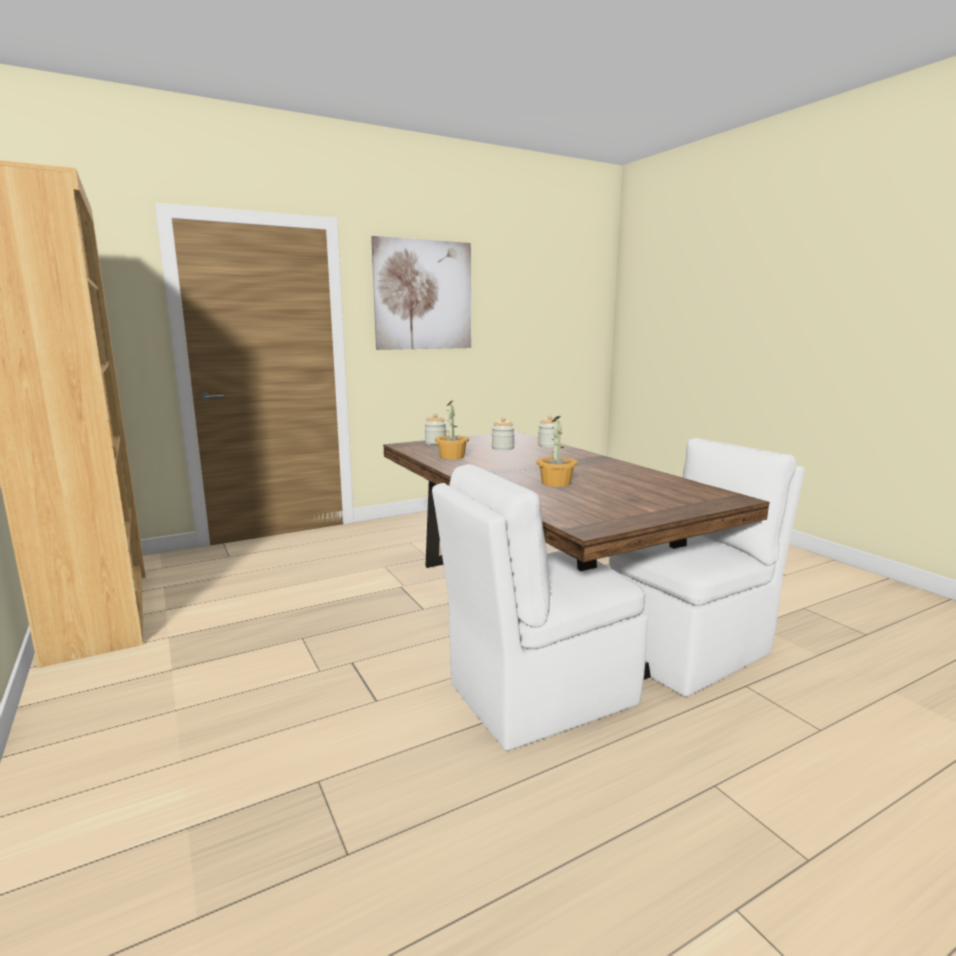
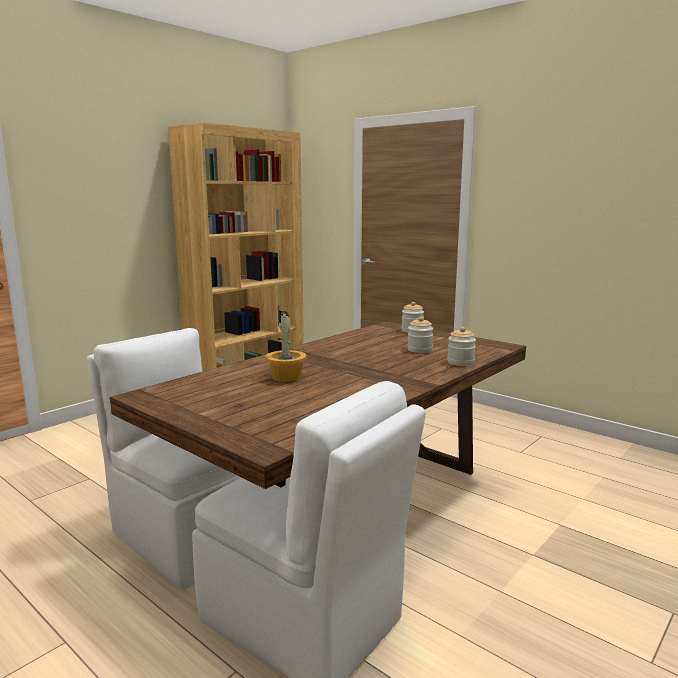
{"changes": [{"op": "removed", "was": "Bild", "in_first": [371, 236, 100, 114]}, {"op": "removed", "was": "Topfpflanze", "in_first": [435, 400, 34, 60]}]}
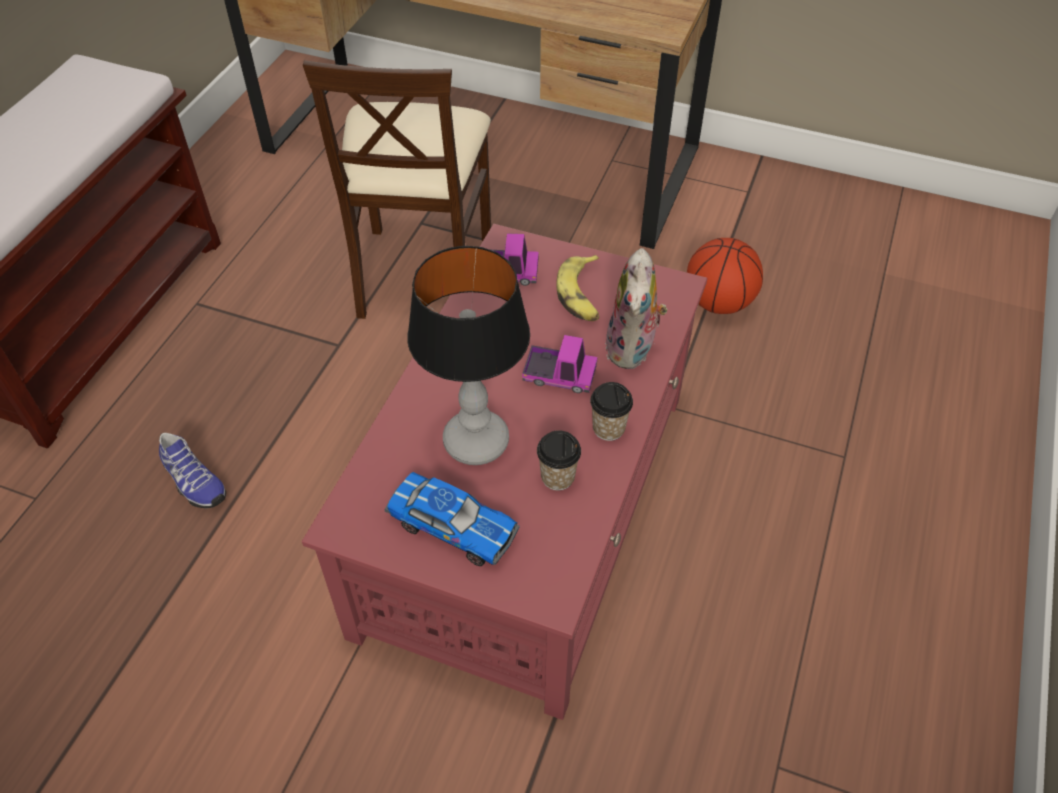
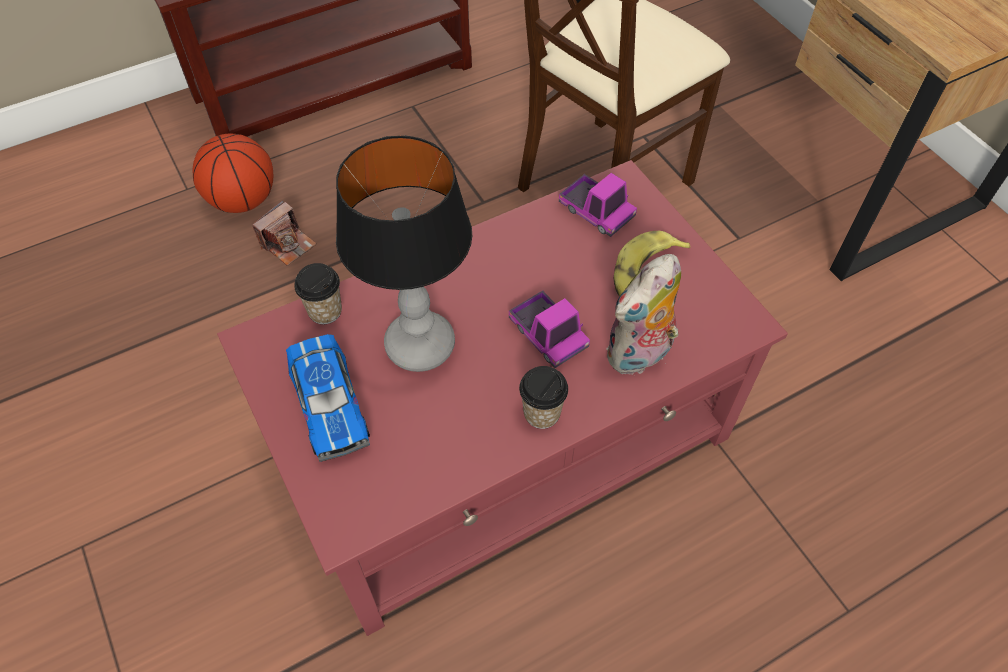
{"changes": [{"op": "moved", "was": "Basketball", "in_first": [687, 238, 76, 76], "in_second": [193, 134, 80, 79]}, {"op": "moved", "was": "Tasse", "in_first": [537, 430, 44, 61], "in_second": [294, 263, 48, 61]}, {"op": "replaced", "was": "Schuh", "now": "Kamera", "in_first": [159, 433, 67, 76], "in_second": [252, 200, 65, 66]}]}
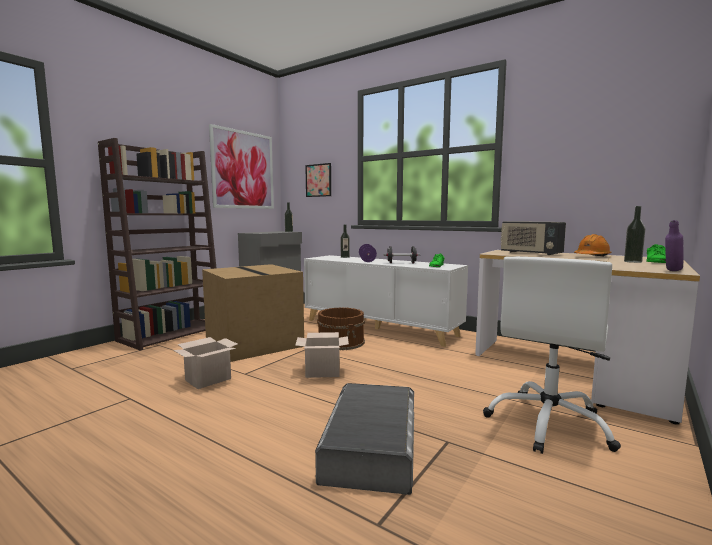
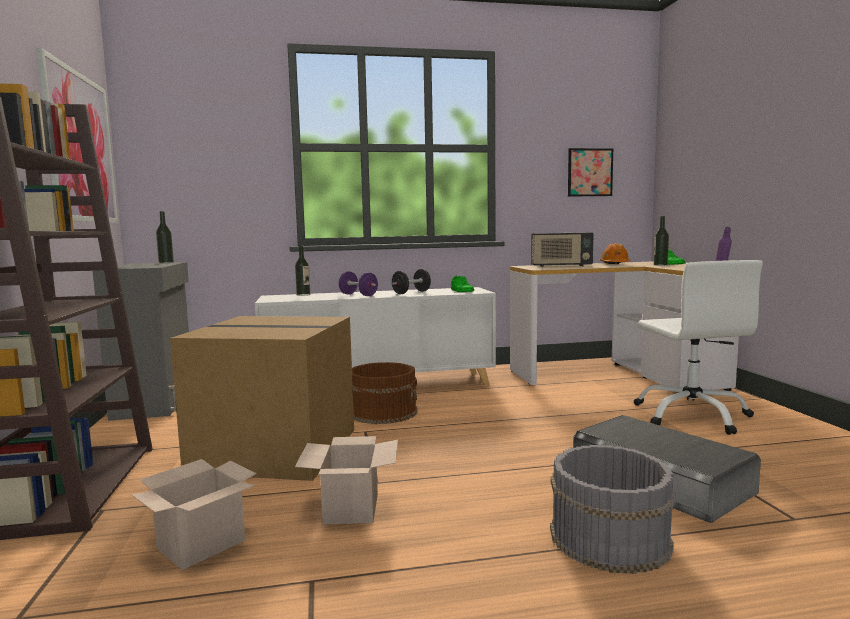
{"changes": [{"op": "moved", "was": "Bild", "in_first": [305, 163, 26, 34], "in_second": [568, 148, 45, 49]}, {"op": "moved", "was": "Karton", "in_first": [295, 332, 54, 46], "in_second": [132, 459, 125, 111]}, {"op": "added", "now": "Eimer (grau)", "in_second": [550, 445, 126, 129]}]}
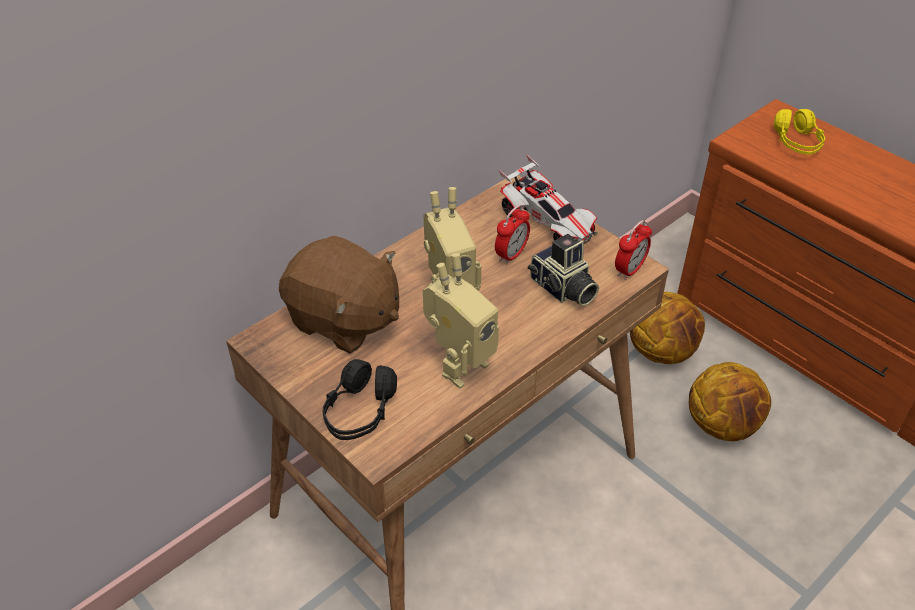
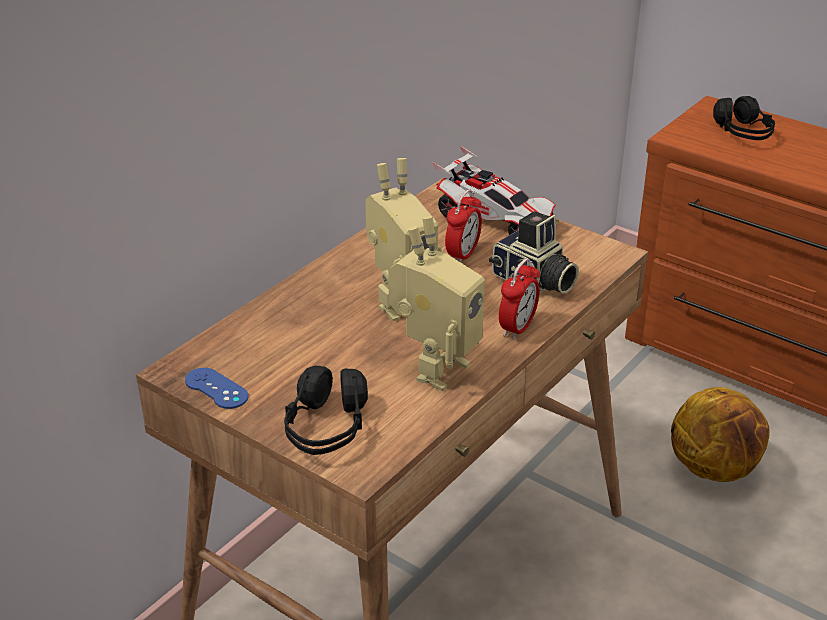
{"changes": [{"op": "recoloured", "was": "Kopfhörer (gelb)", "now": "Kopfhörer (schwarz)", "in_first": [774, 109, 51, 46], "in_second": [713, 96, 62, 44]}, {"op": "moved", "was": "Wecker", "in_first": [615, 220, 37, 60], "in_second": [499, 258, 41, 82]}, {"op": "removed", "was": "Plüschtier (braun)", "in_first": [279, 235, 120, 118]}, {"op": "removed", "was": "Basketball", "in_first": [630, 292, 75, 72]}, {"op": "added", "now": "Gamepad (blau)", "in_second": [185, 368, 64, 41]}]}
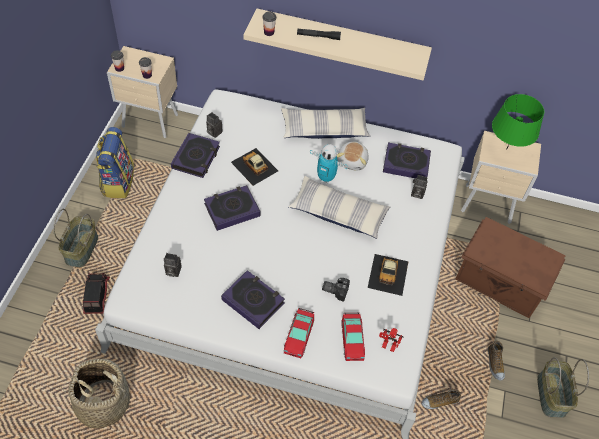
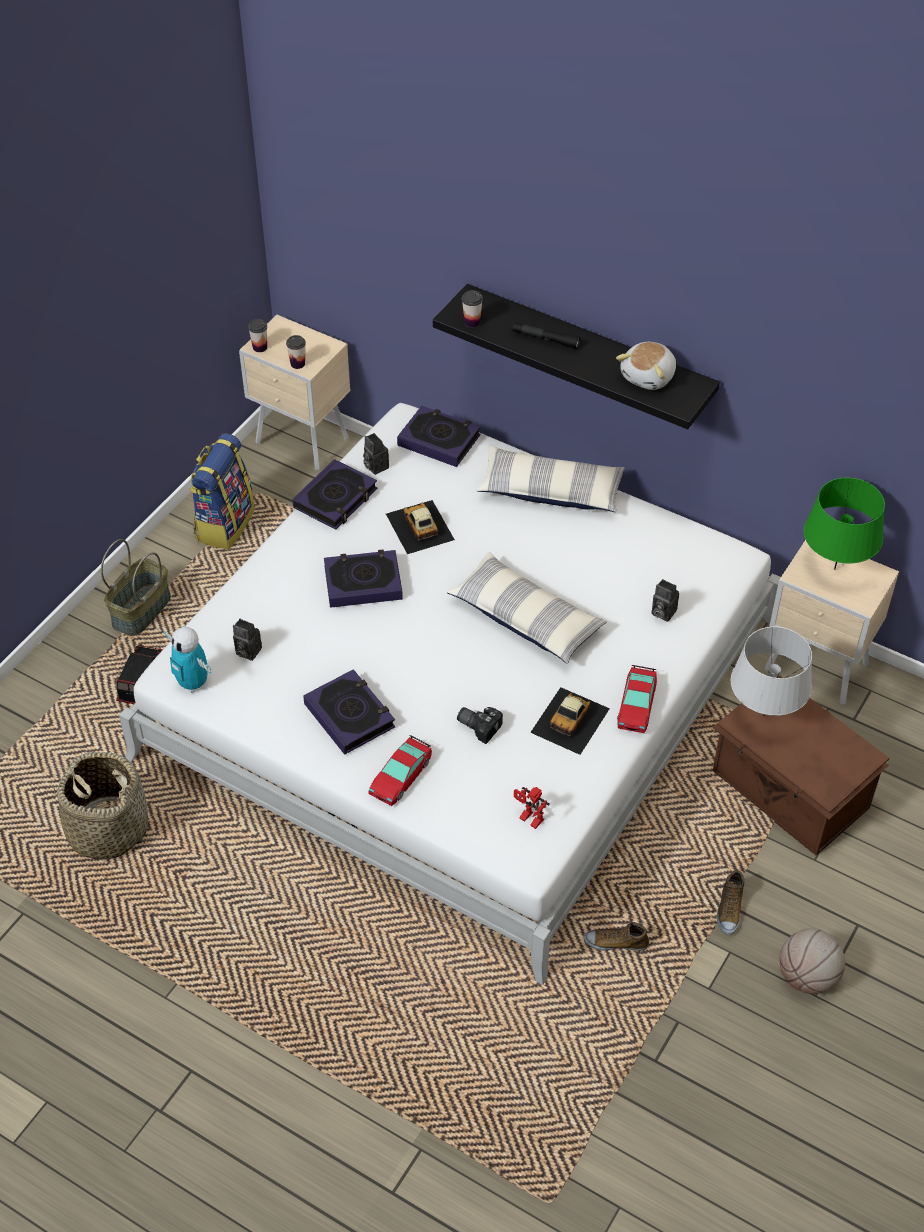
{"changes": [{"op": "recoloured", "was": "Wandregal (beige)", "now": "Wandregal (schwarz)", "in_first": [244, 8, 188, 72], "in_second": [433, 284, 287, 145]}, {"op": "moved", "was": "Plüschtier", "in_first": [337, 142, 32, 29], "in_second": [616, 342, 60, 48]}, {"op": "moved", "was": "Buch", "in_first": [383, 142, 48, 37], "in_second": [397, 406, 84, 61]}, {"op": "moved", "was": "Spielzeugroboter", "in_first": [310, 144, 38, 39], "in_second": [164, 627, 47, 66]}, {"op": "moved", "was": "Spielzeugauto", "in_first": [342, 313, 23, 48], "in_second": [617, 665, 40, 68]}, {"op": "replaced", "was": "Korb", "now": "Basketball", "in_first": [537, 357, 52, 61], "in_second": [780, 928, 65, 66]}, {"op": "added", "now": "Tischlampe (grau)", "in_second": [731, 627, 81, 89]}]}
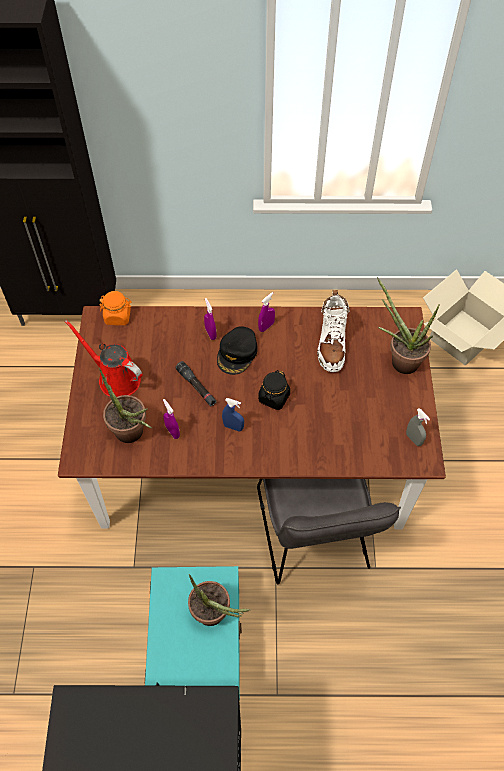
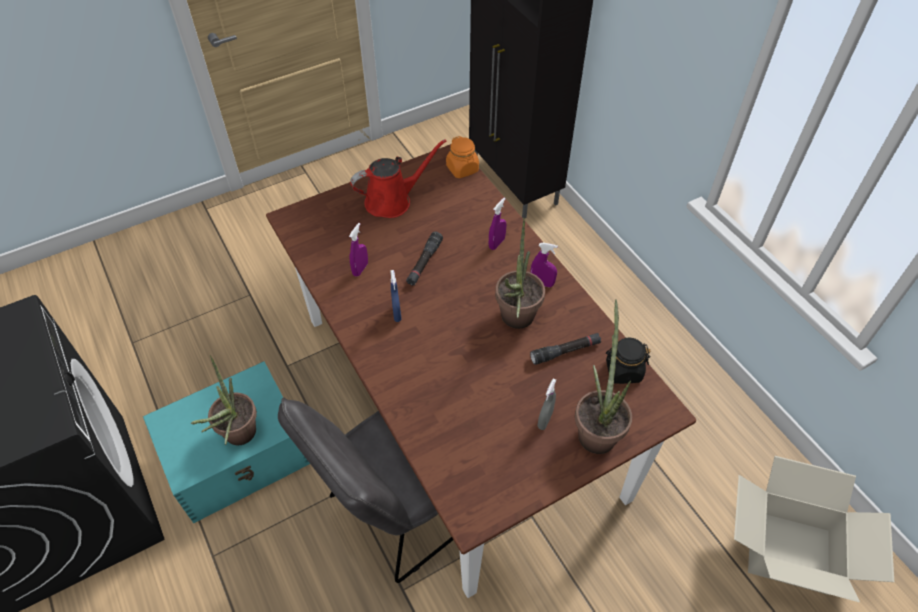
{"changes": [{"op": "replaced", "was": "Stiefel (weiß)", "now": "Taschenlampe (schwarz)", "in_first": [317, 290, 33, 82], "in_second": [530, 333, 71, 32]}, {"op": "turned", "was": "Gießkanne (rot)", "in_first": [65, 320, 78, 77], "in_second": [350, 139, 97, 79], "clockwise": 60}, {"op": "removed", "was": "Kappe (schwarz)", "in_first": [217, 327, 41, 48]}, {"op": "moved", "was": "Topfpflanze", "in_first": [99, 367, 53, 76], "in_second": [495, 217, 50, 112]}, {"op": "moved", "was": "Vorratsglas (schwarz)", "in_first": [258, 370, 32, 40], "in_second": [606, 337, 45, 47]}, {"op": "moved", "was": "Sprühflasche (grau)", "in_first": [406, 408, 24, 38], "in_second": [538, 379, 18, 51]}]}
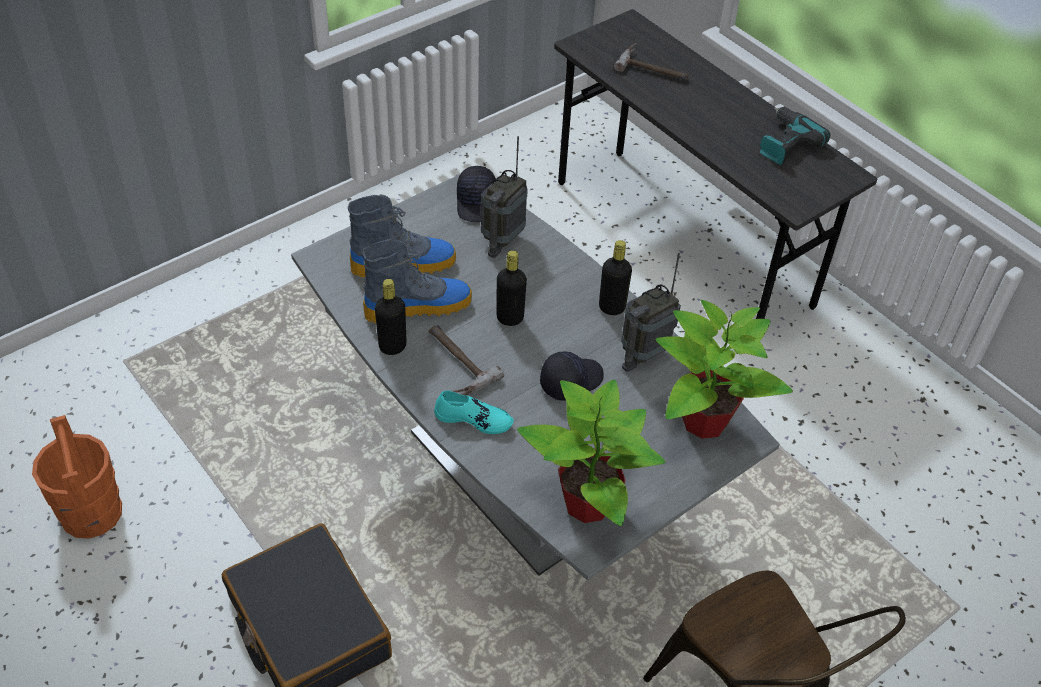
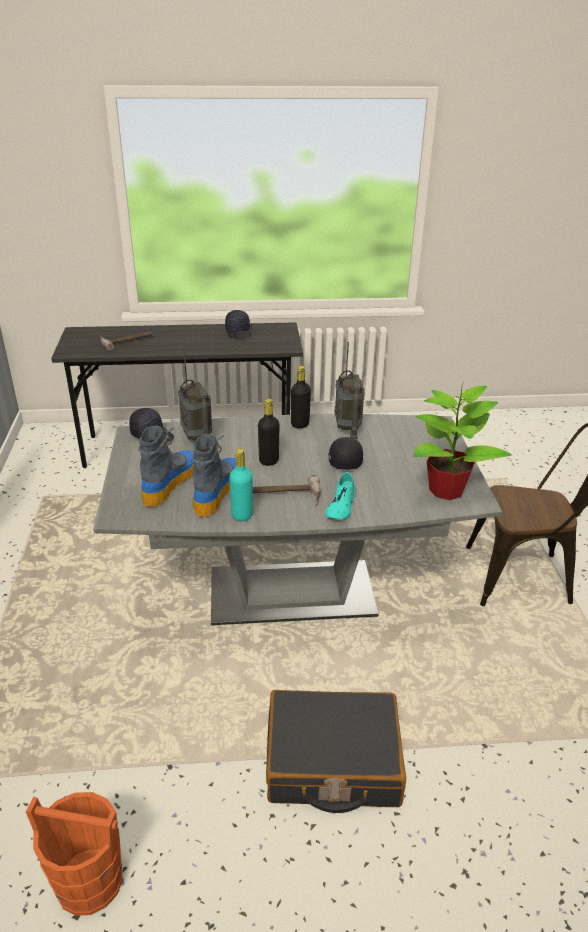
{"changes": [{"op": "replaced", "was": "Bohrmaschine", "now": "Kappe (schwarz)", "in_first": [760, 107, 70, 58], "in_second": [225, 310, 26, 28]}, {"op": "recoloured", "was": "Flasche (schwarz)", "now": "Flasche (türkis)", "in_first": [375, 279, 31, 76], "in_second": [229, 449, 24, 73]}, {"op": "removed", "was": "Topfpflanze", "in_first": [656, 300, 137, 139]}, {"op": "turned", "was": "Schuh (türkis)", "in_first": [434, 391, 80, 43], "in_second": [325, 472, 30, 48], "clockwise": 150}]}
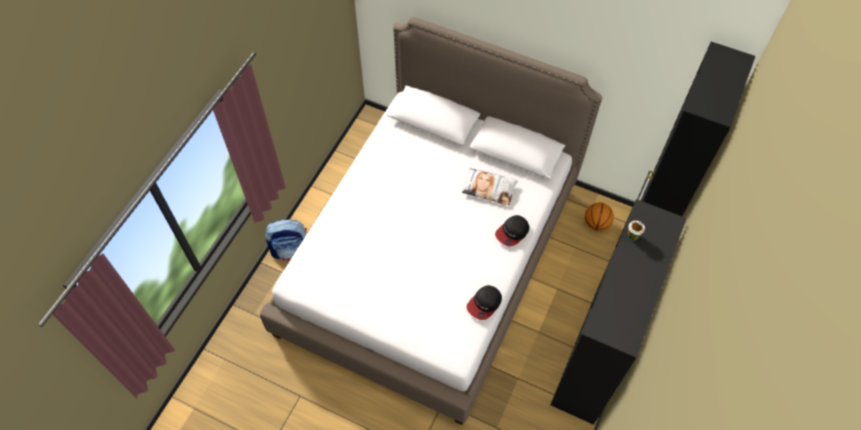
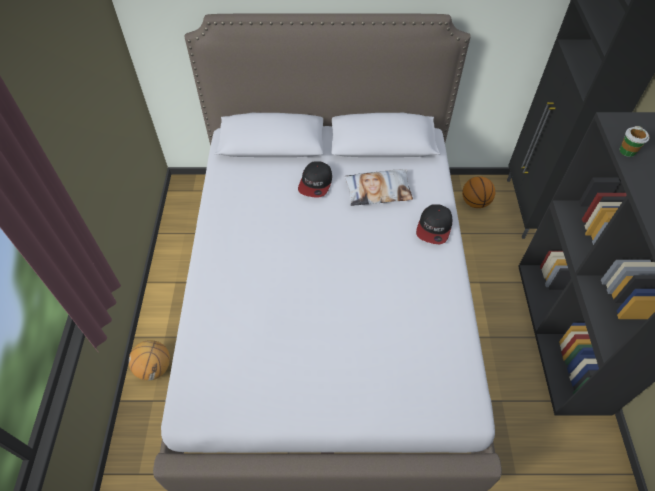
{"changes": [{"op": "replaced", "was": "Rucksack", "now": "Basketball", "in_first": [265, 220, 42, 42], "in_second": [129, 340, 41, 40]}, {"op": "moved", "was": "Kappe", "in_first": [467, 285, 35, 35], "in_second": [298, 161, 34, 37]}]}
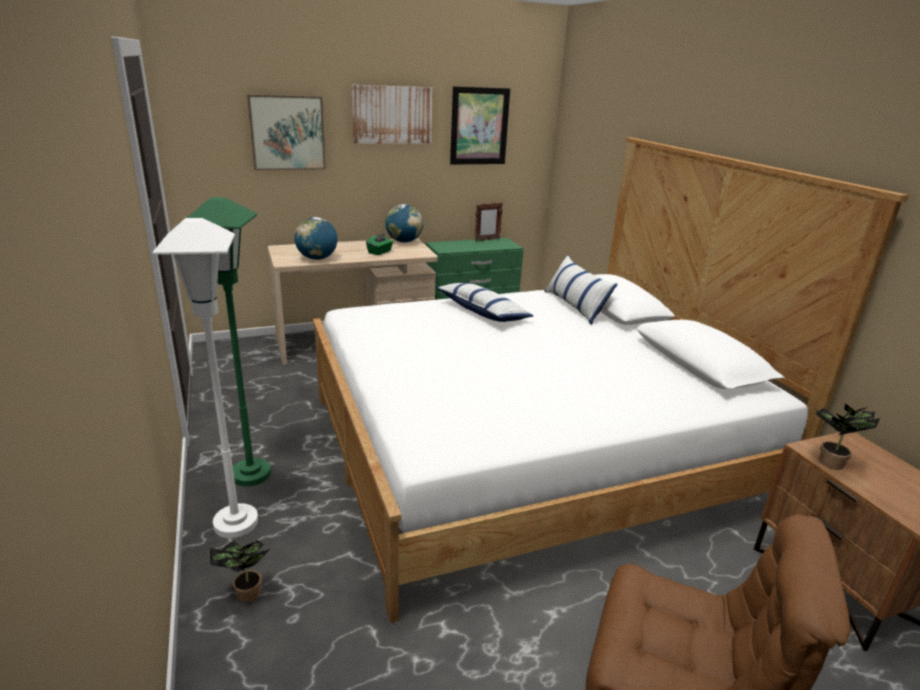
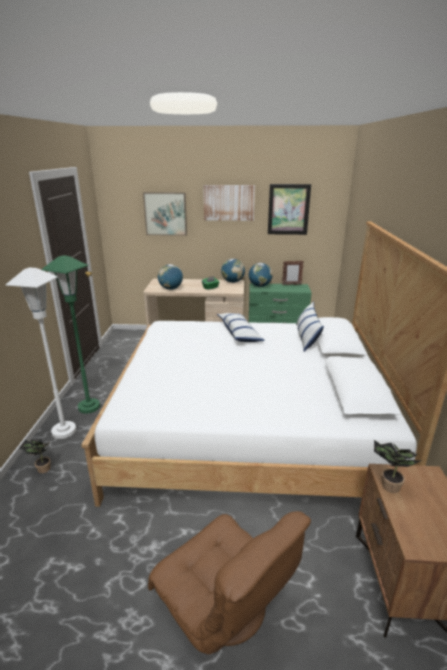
{"changes": [{"op": "added", "now": "Globus", "in_second": [249, 263, 24, 24]}]}
